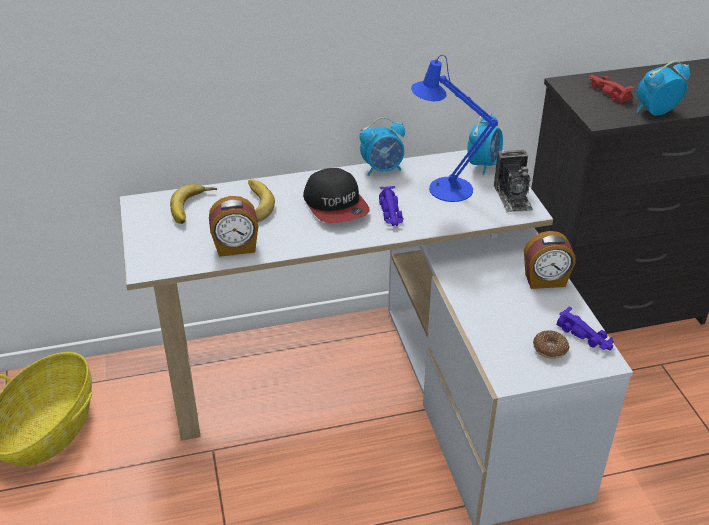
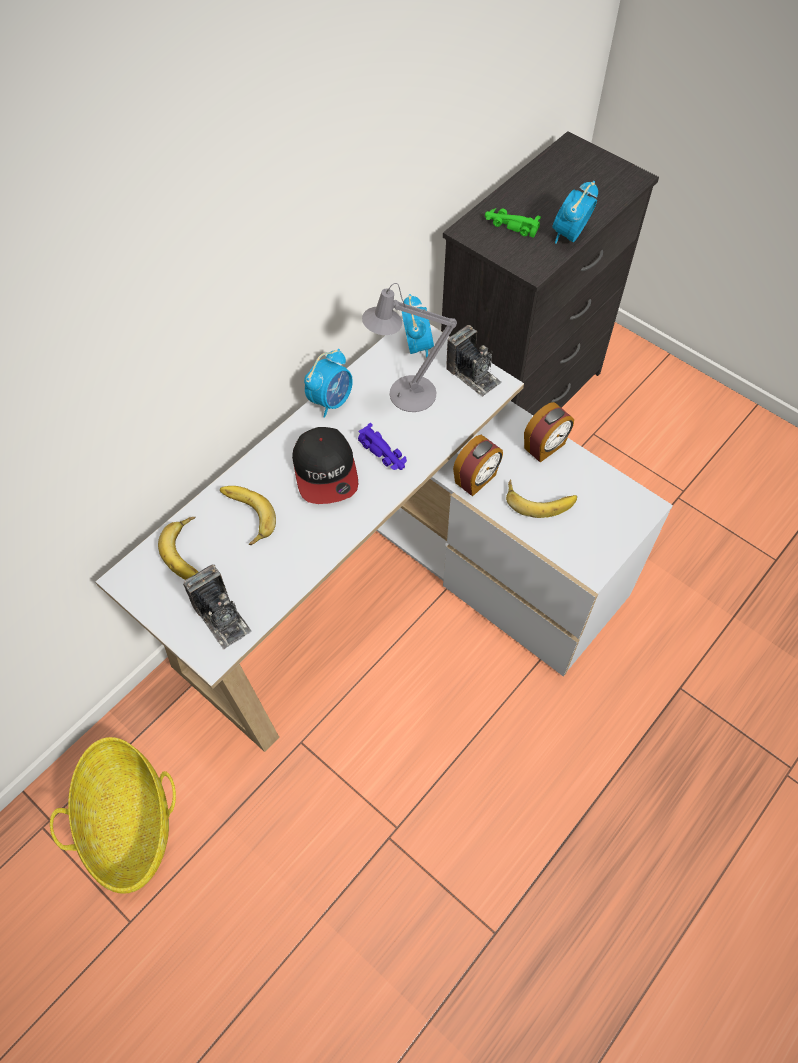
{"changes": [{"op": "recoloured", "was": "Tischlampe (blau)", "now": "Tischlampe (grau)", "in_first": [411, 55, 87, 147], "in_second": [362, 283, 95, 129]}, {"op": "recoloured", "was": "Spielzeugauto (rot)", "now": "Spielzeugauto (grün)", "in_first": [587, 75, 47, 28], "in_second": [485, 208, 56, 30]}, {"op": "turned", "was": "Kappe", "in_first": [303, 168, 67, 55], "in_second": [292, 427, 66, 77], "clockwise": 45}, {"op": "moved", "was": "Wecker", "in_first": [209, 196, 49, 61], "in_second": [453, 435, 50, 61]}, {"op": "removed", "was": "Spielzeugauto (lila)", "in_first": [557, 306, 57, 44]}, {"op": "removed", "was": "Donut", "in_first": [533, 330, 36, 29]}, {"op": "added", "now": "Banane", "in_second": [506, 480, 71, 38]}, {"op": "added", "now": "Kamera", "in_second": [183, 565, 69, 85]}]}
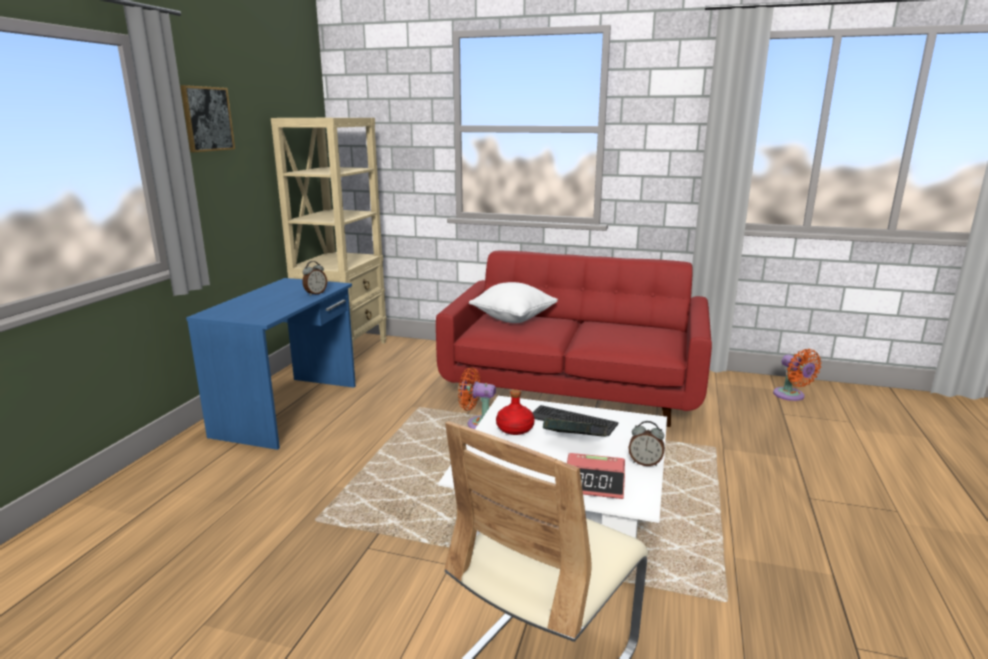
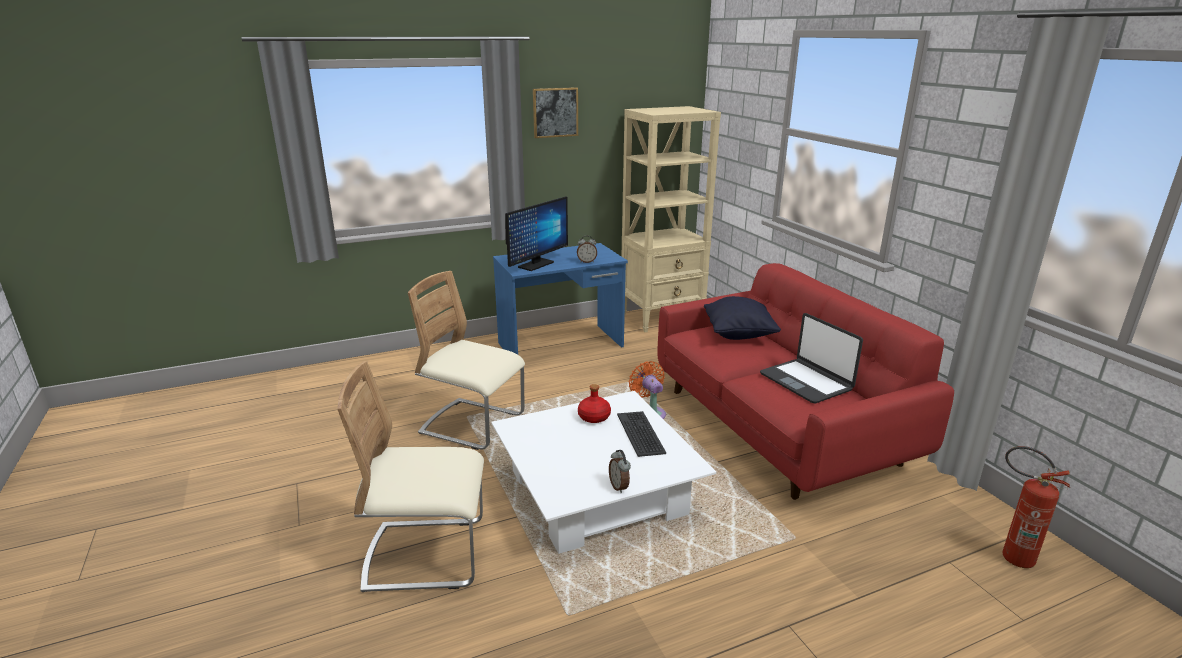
{"changes": [{"op": "recoloured", "was": "Kissen (weiß)", "now": "Kissen (schwarz)", "in_first": [469, 282, 89, 41], "in_second": [704, 296, 77, 44]}, {"op": "replaced", "was": "Ventilator (orange)", "now": "Feuerlöscher", "in_first": [773, 349, 49, 52], "in_second": [1002, 446, 68, 122]}, {"op": "removed", "was": "Buch", "in_first": [543, 418, 64, 19]}, {"op": "removed", "was": "Wecker", "in_first": [567, 453, 58, 46]}, {"op": "added", "now": "Monitor", "in_second": [505, 196, 63, 75]}, {"op": "added", "now": "Stuhl (beige)", "in_second": [408, 271, 117, 179]}, {"op": "added", "now": "Laptop", "in_second": [760, 313, 103, 90]}]}
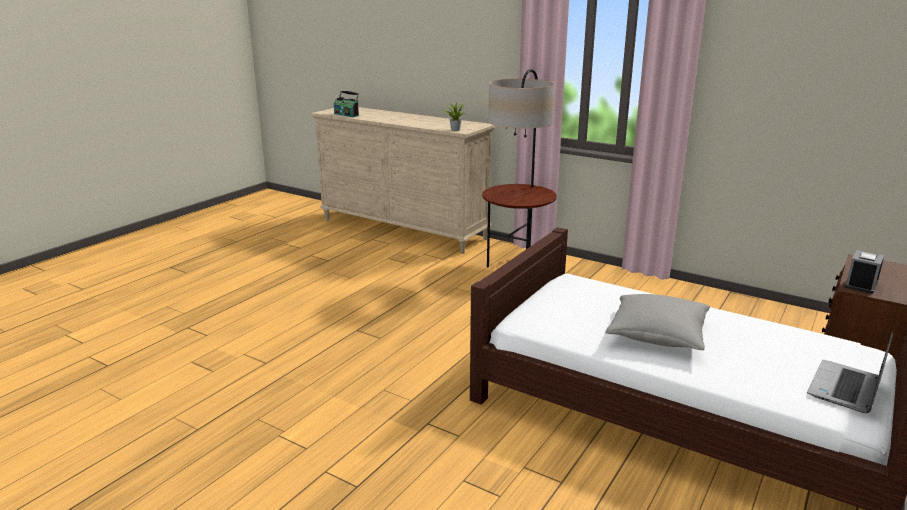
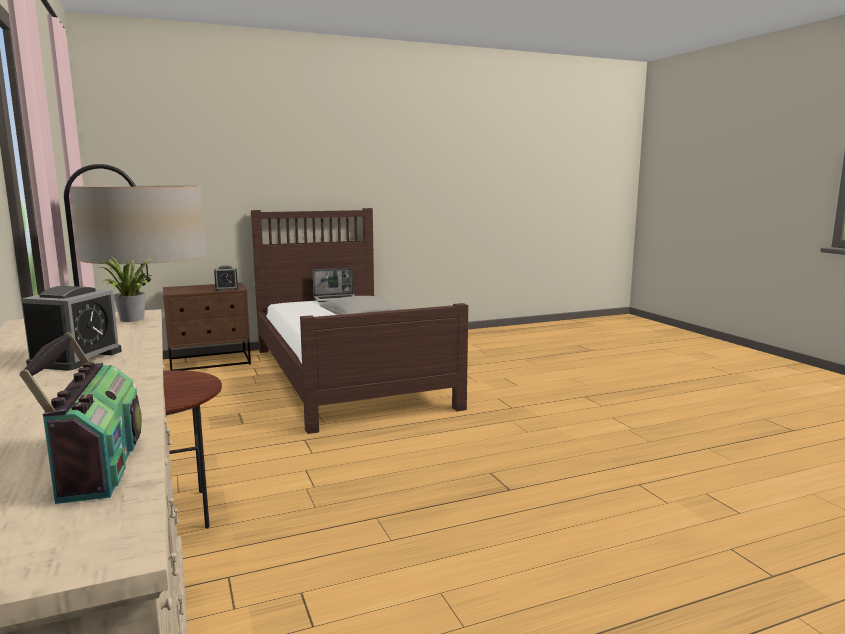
{"changes": [{"op": "added", "now": "Wecker", "in_second": [21, 286, 101, 85]}]}
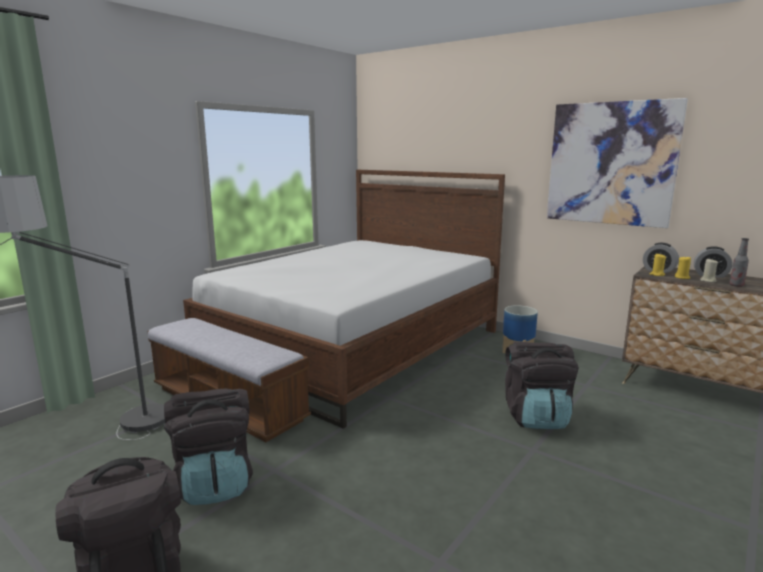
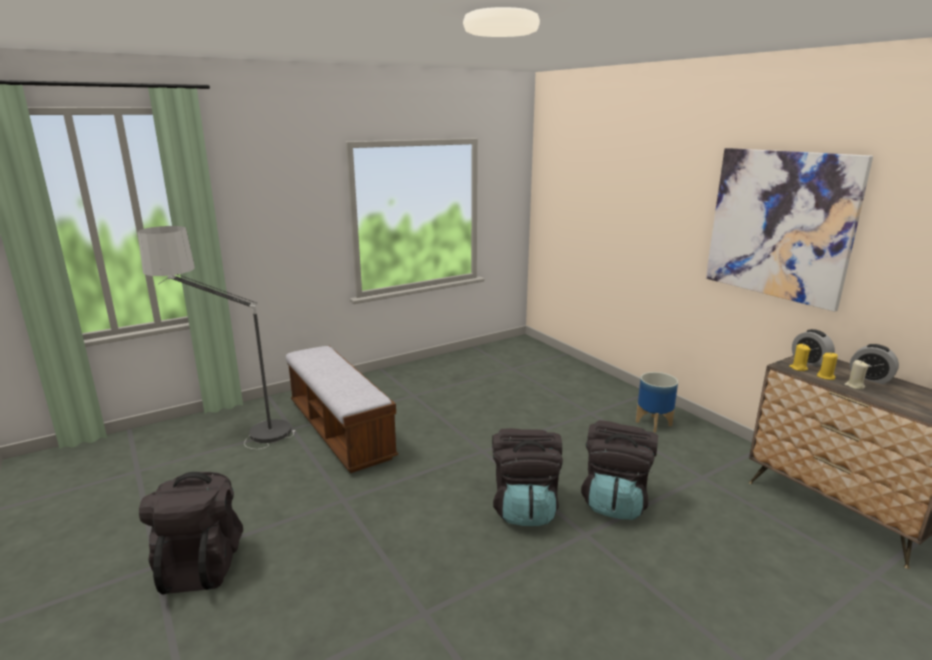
{"changes": [{"op": "removed", "was": "Bett", "in_first": [183, 170, 322, 259]}, {"op": "removed", "was": "Flasche", "in_first": [729, 238, 20, 49]}, {"op": "moved", "was": "Rucksack (schwarz)", "in_first": [164, 389, 89, 116], "in_second": [492, 428, 71, 98]}]}
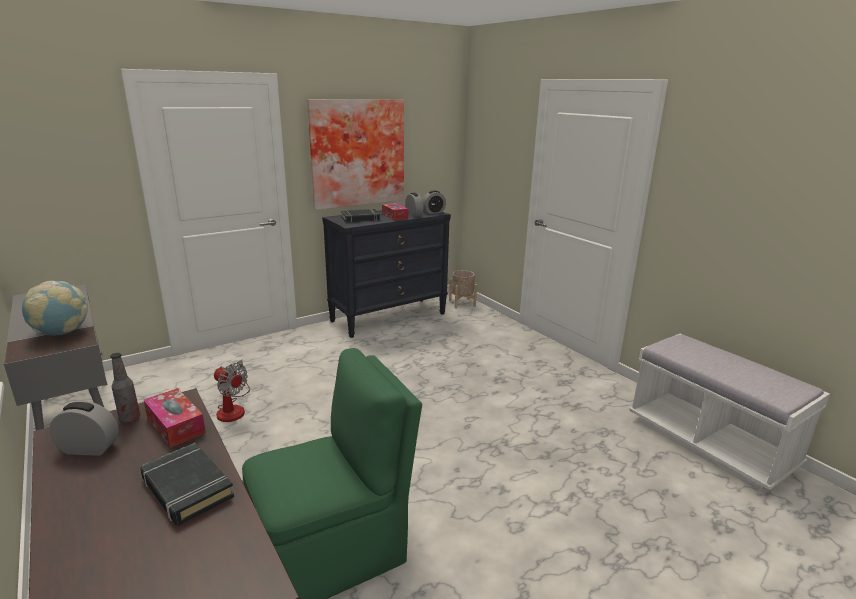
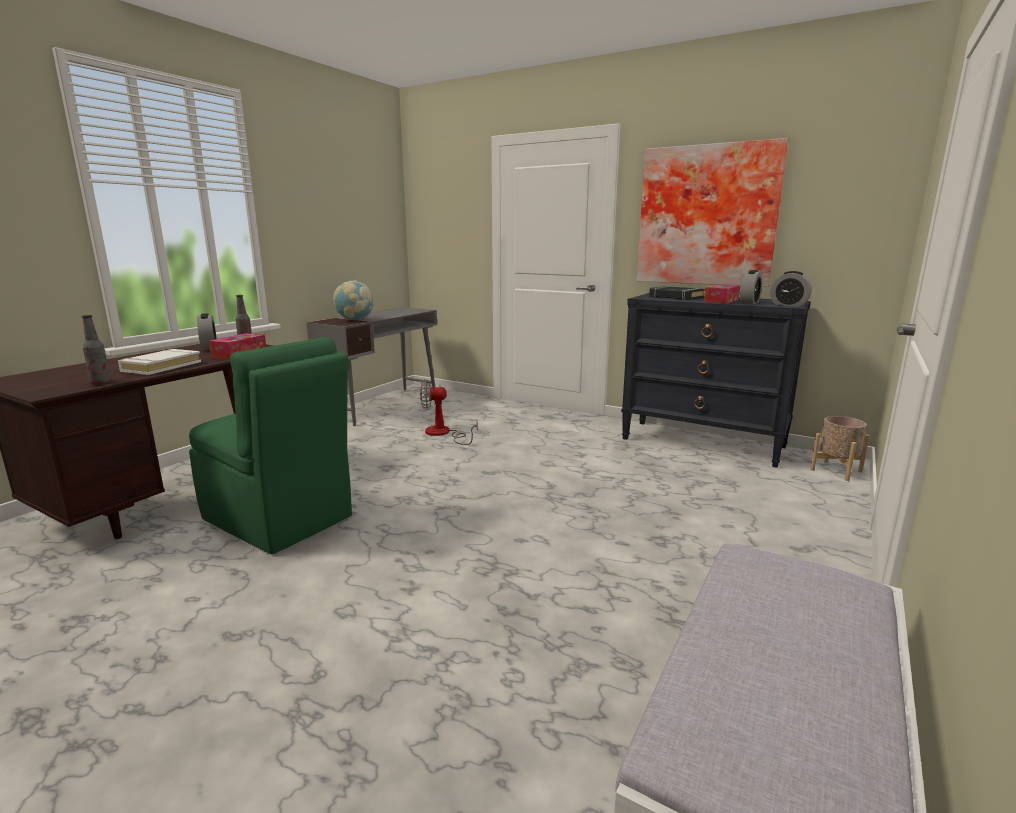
{"changes": [{"op": "turned", "was": "Ventilator", "in_first": [214, 360, 36, 62], "in_second": [420, 379, 58, 66], "clockwise": 75}, {"op": "recoloured", "was": "Buch (schwarz)", "now": "Buch (weiß)", "in_first": [140, 443, 94, 83], "in_second": [118, 349, 83, 26]}, {"op": "added", "now": "Flasche", "in_second": [81, 315, 30, 69]}]}
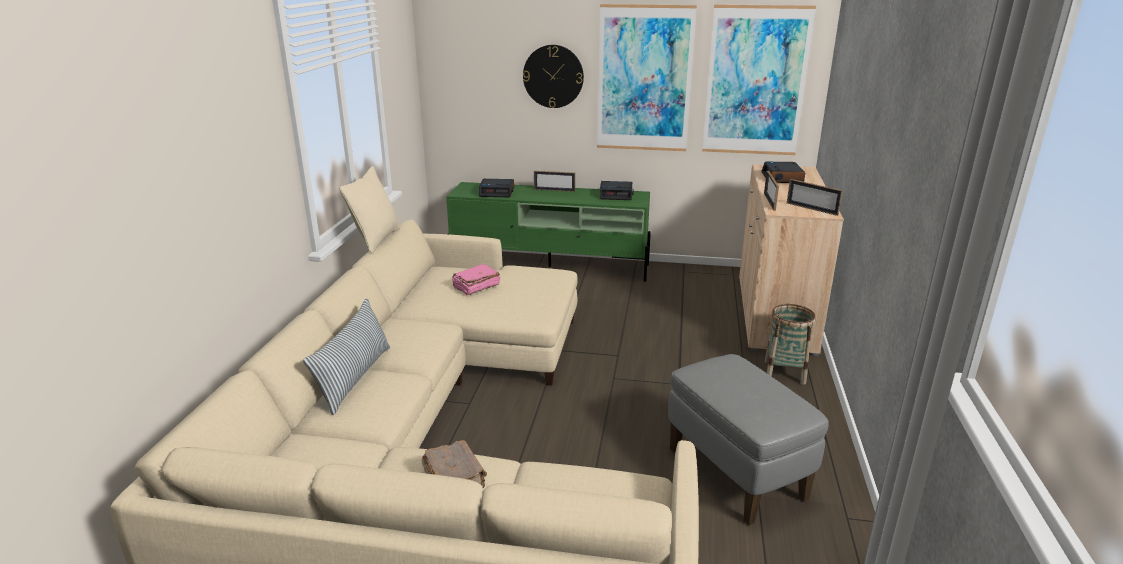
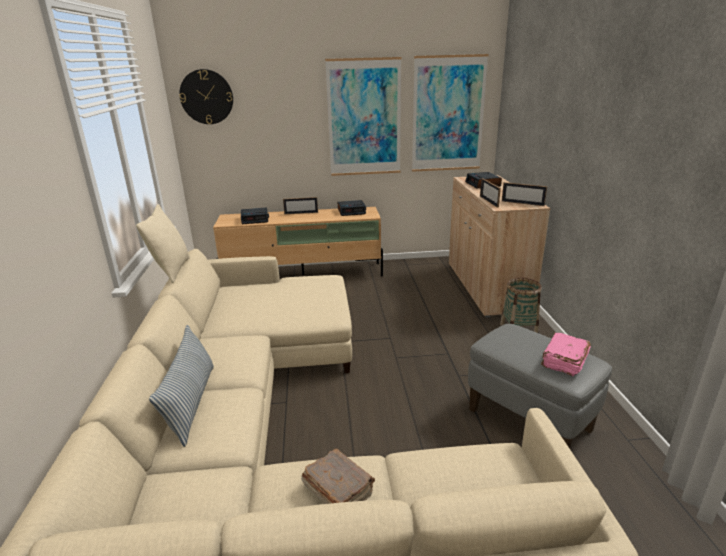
{"changes": [{"op": "moved", "was": "Wanduhr", "in_first": [523, 45, 61, 63], "in_second": [179, 69, 54, 55]}, {"op": "recoloured", "was": "Fernsehschrank (grün)", "now": "Fernsehschrank (beige)", "in_first": [446, 182, 205, 100], "in_second": [213, 207, 170, 70]}, {"op": "moved", "was": "Buch (rosa)", "in_first": [452, 264, 48, 32], "in_second": [541, 333, 50, 43]}]}
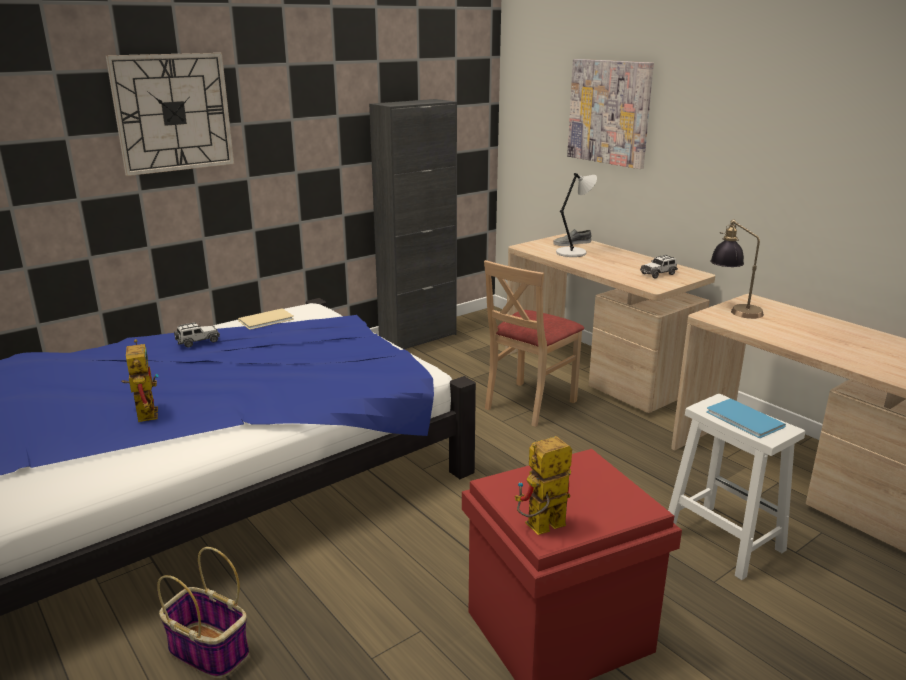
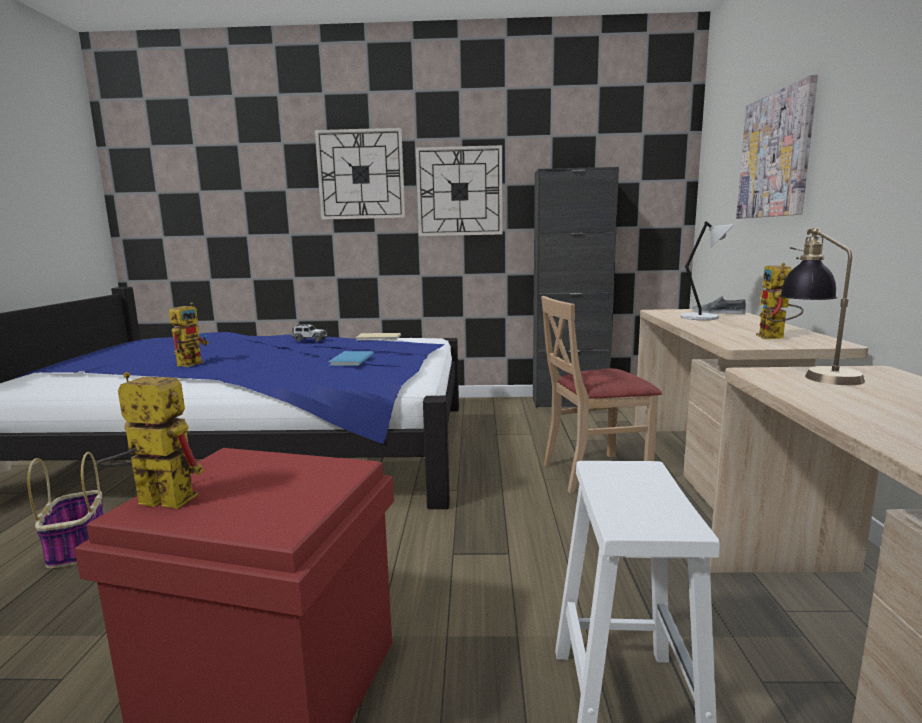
{"changes": [{"op": "replaced", "was": "Spielzeugauto", "now": "Spielzeugroboter", "in_first": [640, 255, 38, 23], "in_second": [756, 263, 48, 76]}, {"op": "moved", "was": "Buch (blau)", "in_first": [706, 398, 80, 40], "in_second": [328, 351, 46, 15]}, {"op": "added", "now": "Wanduhr", "in_second": [416, 145, 87, 91]}]}
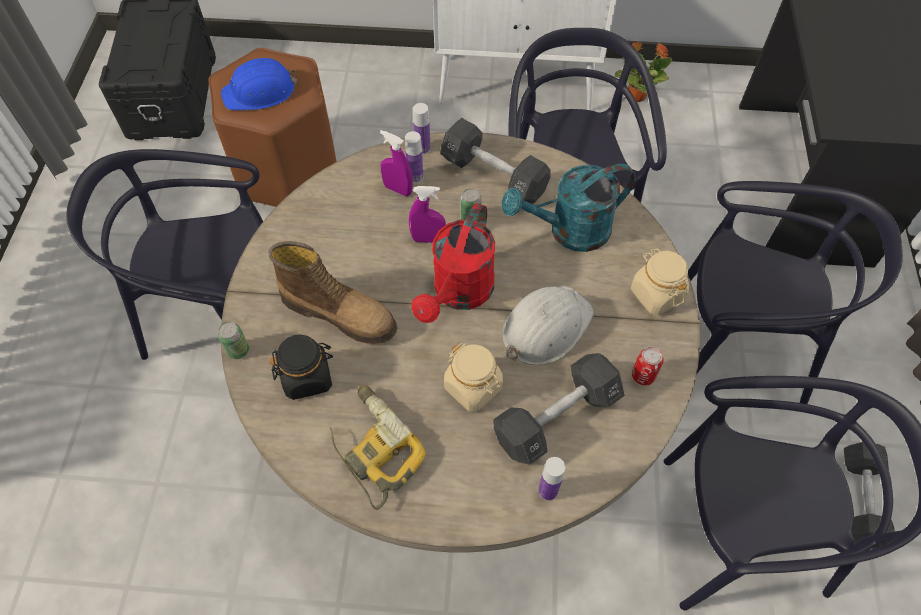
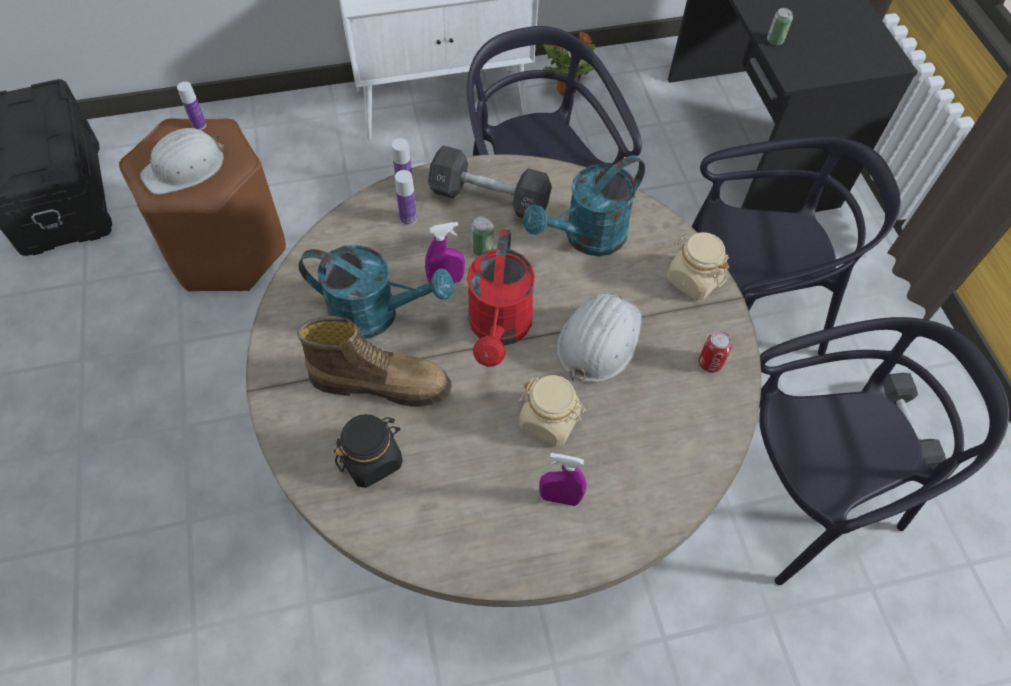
{"changes": [{"op": "recoloured", "was": "Schutzhelm (blau)", "now": "Schutzhelm (weiß)", "in_first": [221, 58, 76, 52], "in_second": [140, 128, 84, 67]}, {"op": "moved", "was": "Sprühflasche (lila)", "in_first": [380, 130, 33, 66], "in_second": [539, 453, 48, 53]}, {"op": "removed", "was": "Stuhl (schwarz)", "in_first": [66, 149, 197, 211]}, {"op": "moved", "was": "Dose", "in_first": [218, 322, 31, 37], "in_second": [767, 8, 26, 37]}, {"op": "removed", "was": "Hantel (schwarz)", "in_first": [493, 353, 131, 112]}, {"op": "removed", "was": "Bohrmaschine", "in_first": [329, 385, 97, 125]}, {"op": "moved", "was": "Flasche", "in_first": [538, 457, 28, 44], "in_second": [177, 82, 29, 48]}, {"op": "added", "now": "Gießkanne (türkis)", "in_second": [299, 245, 155, 94]}]}
